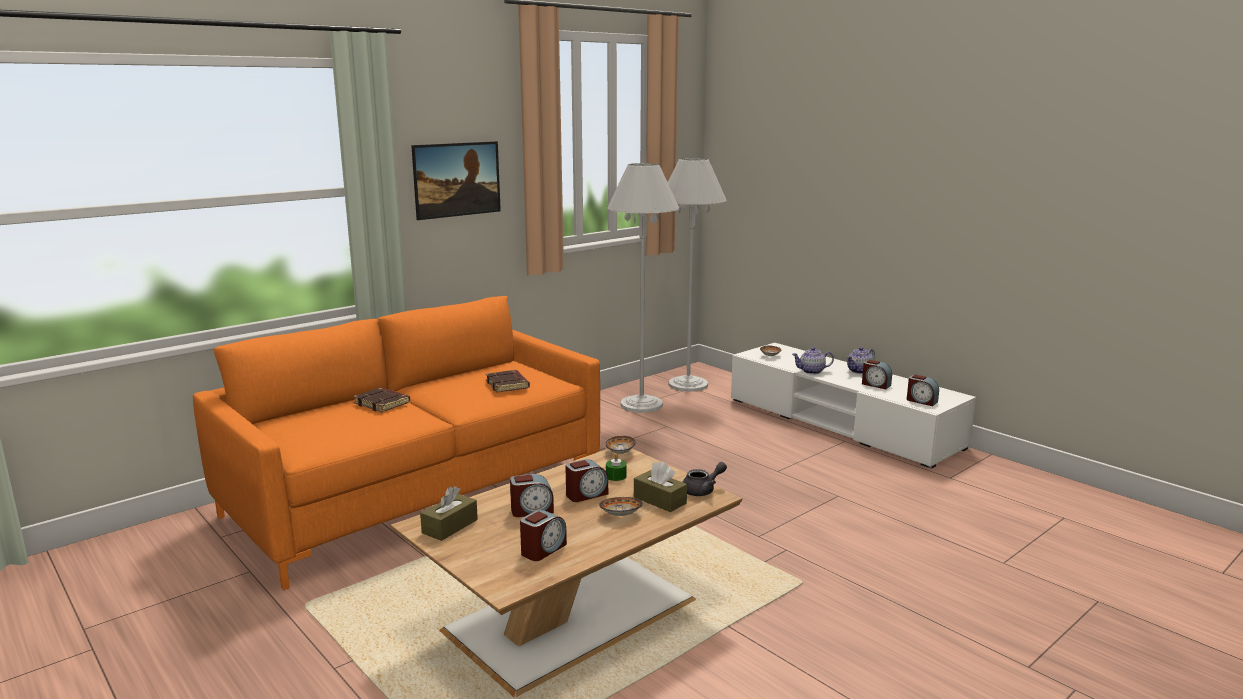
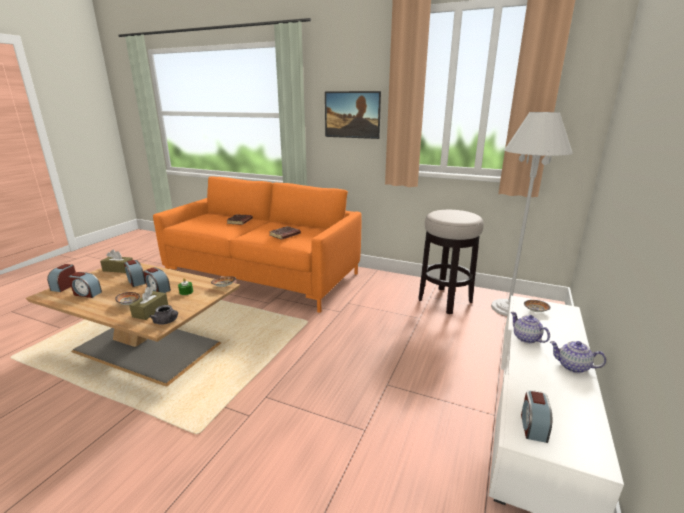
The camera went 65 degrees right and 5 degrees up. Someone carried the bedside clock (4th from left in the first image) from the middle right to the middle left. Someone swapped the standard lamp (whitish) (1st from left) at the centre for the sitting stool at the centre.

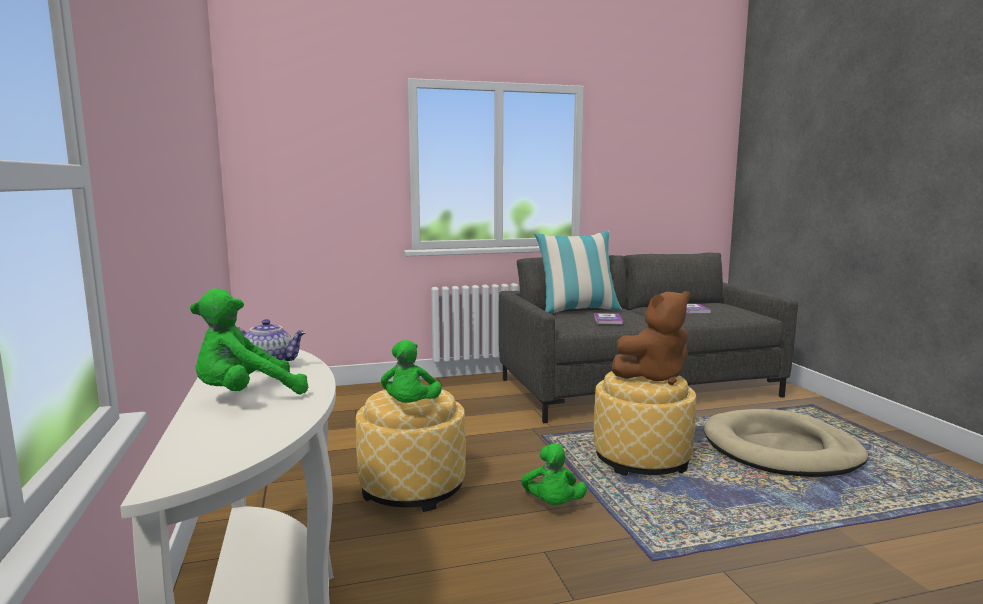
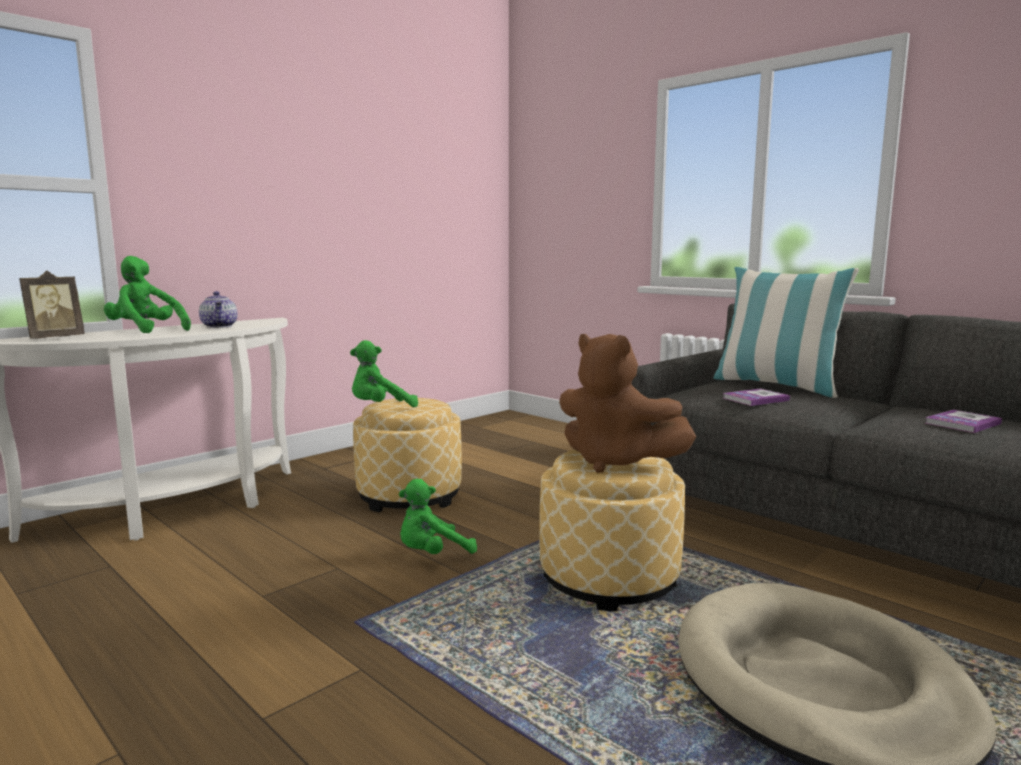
The camera went 60 degrees right and 0 degrees up. Someone put down the standing frame at the middle left.

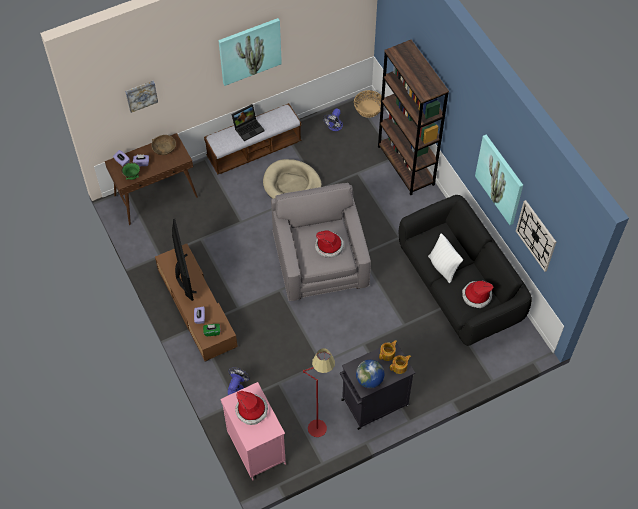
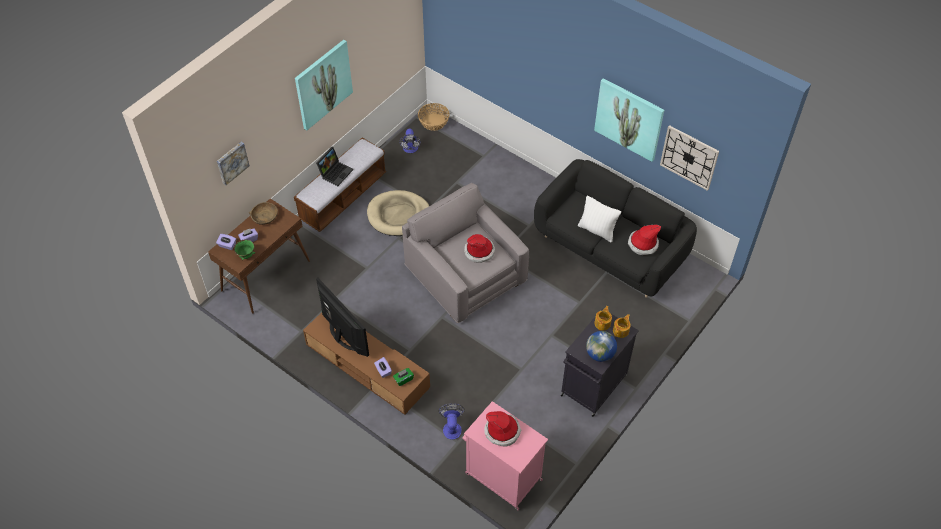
The camera went 25 degrees left and 5 degrees down. Someone took away the standard lamp (red) at the bottom centre. Someone took away the bookcase (brown-coloured) at the top centre.

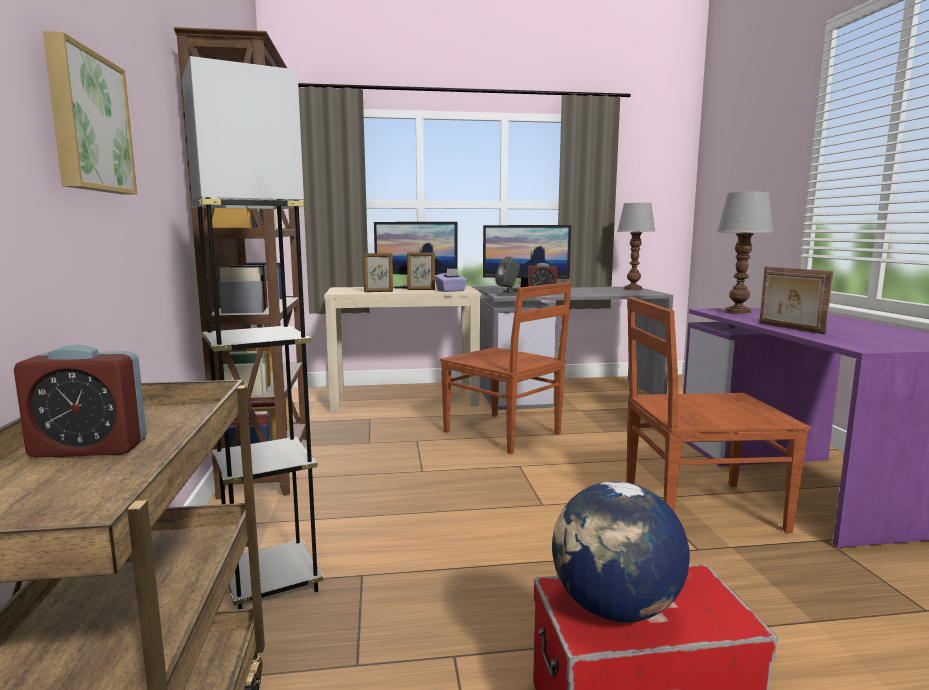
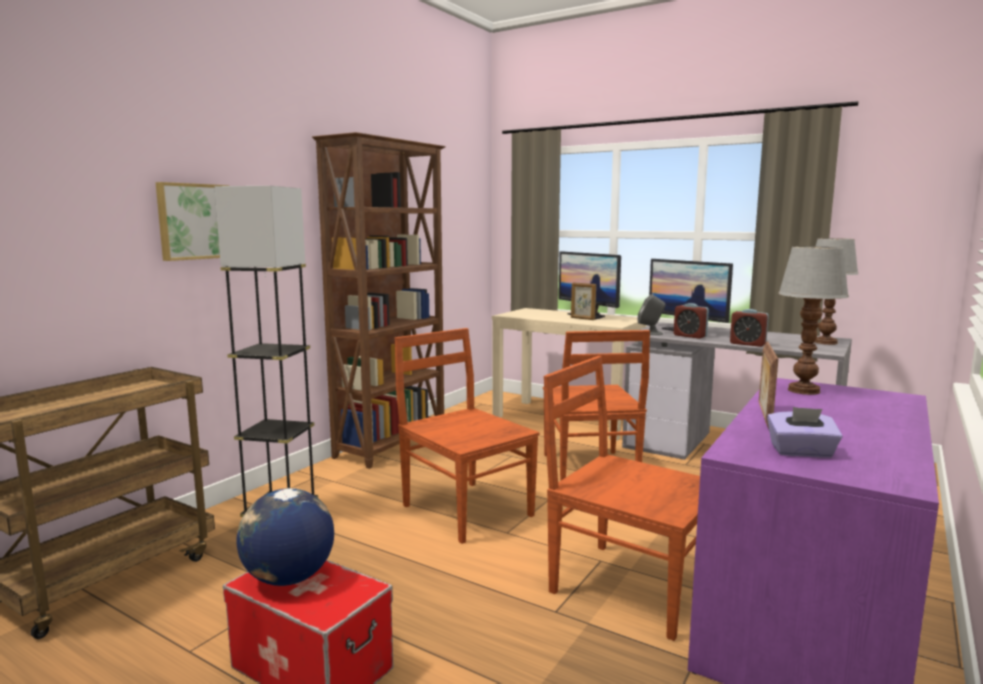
The camera went 40 degrees right and 0 degrees up. Someone took away the standing frame (1st from left) at the centre. Someone put down the upright chair (brown-coloured) (1st from left) at the centre. Someone carried the bedside clock (1st from left in the first image) from the middle left to the middle right. Someone carried the tissue box (purplish) from the centre to the middle right.

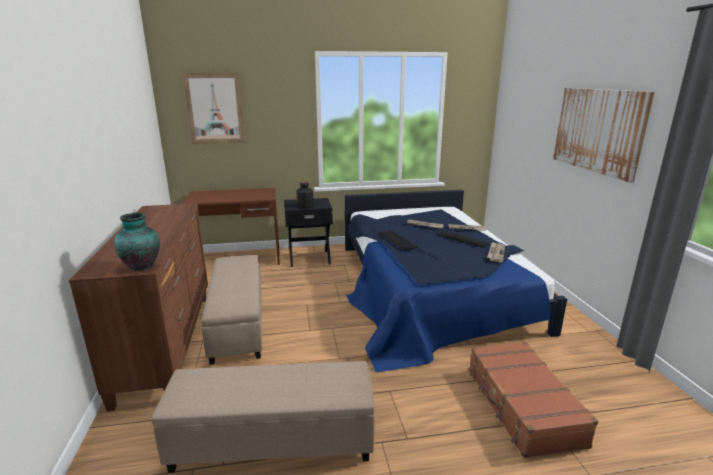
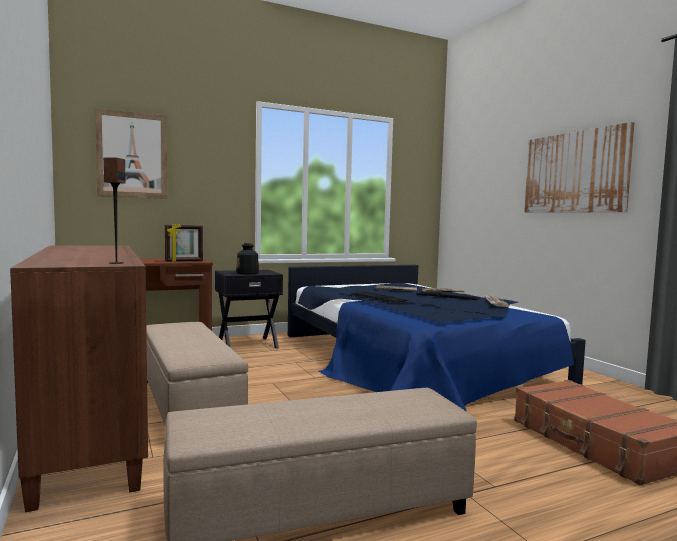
The camera went 15 degrees left and 15 degrees down. Someone put down the standing frame at the middle left. Someone swapped the decorative vase at the middle left for the speaker at the middle left.

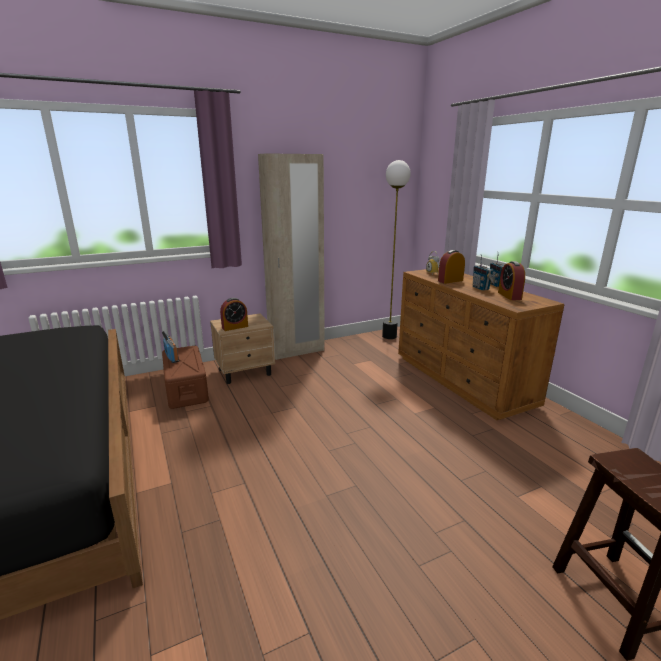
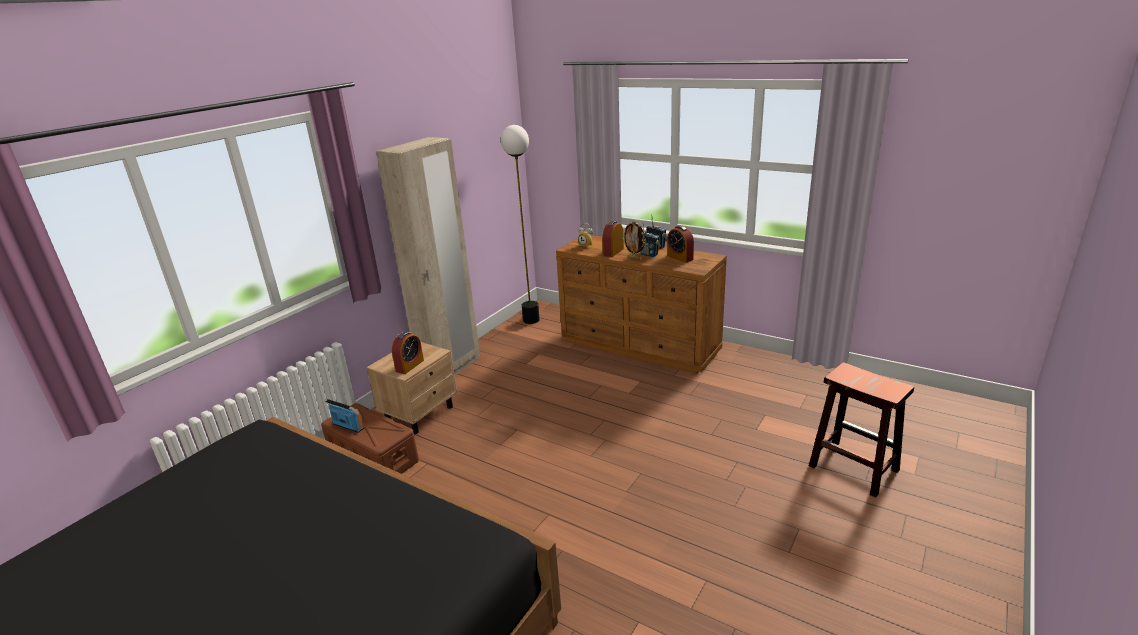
The camera went 30 degrees left and 5 degrees up. Someone put down the standing frame at the centre.

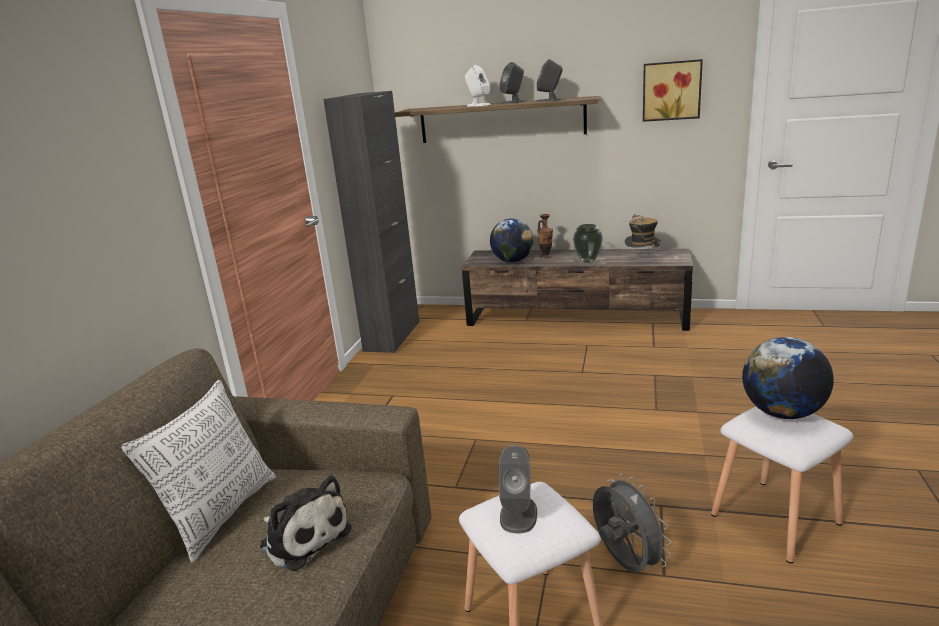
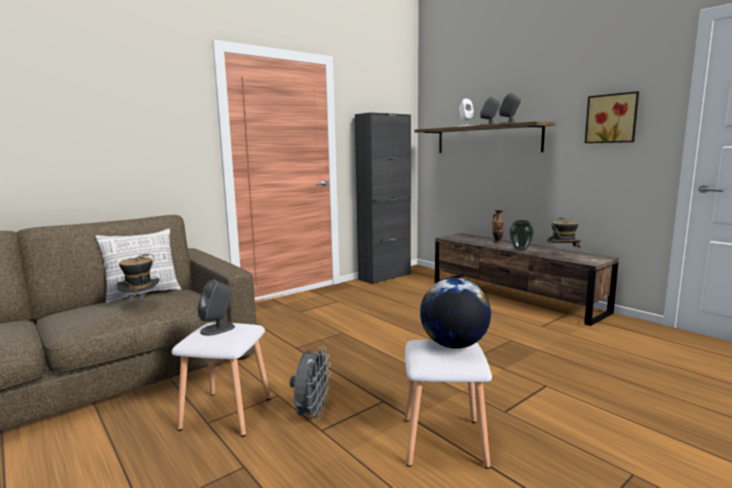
The camera went 35 degrees right and 10 degrees down. Someone took away the globe (1st from left) at the centre. Someone swapped the soft toy at the bottom left for the clothing hat (1st from left) at the middle left.

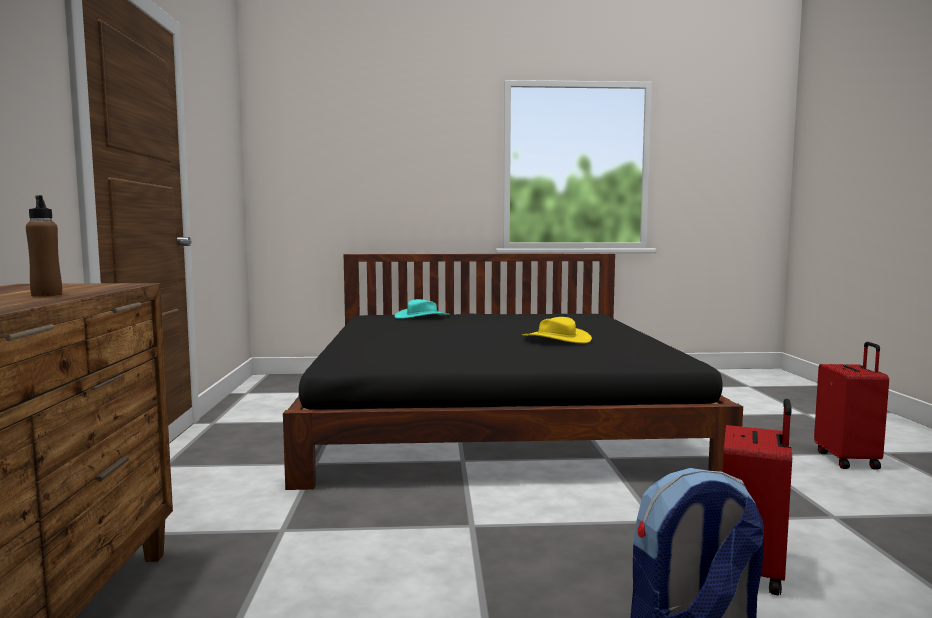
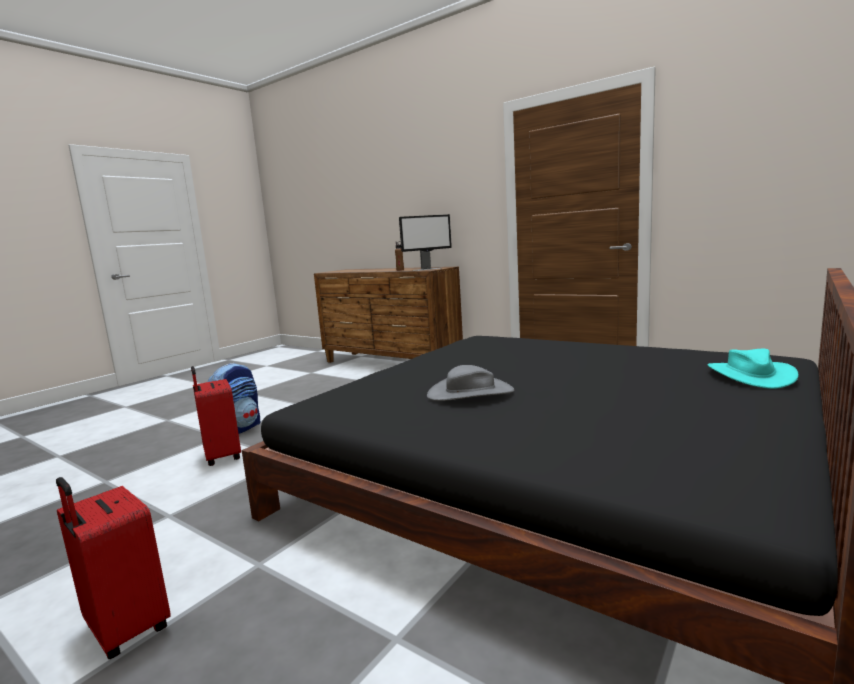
The camera went 130 degrees right and 5 degrees up. Someone put down the monitor at the centre. Someone repainted the clothing hat (yellow-coloured) at the centre, which became the clothing hat (greyish) at the centre.

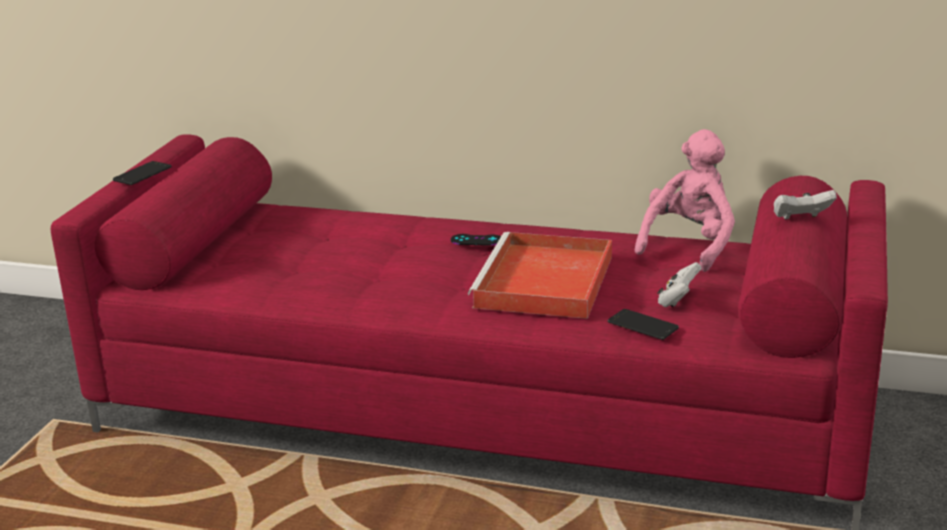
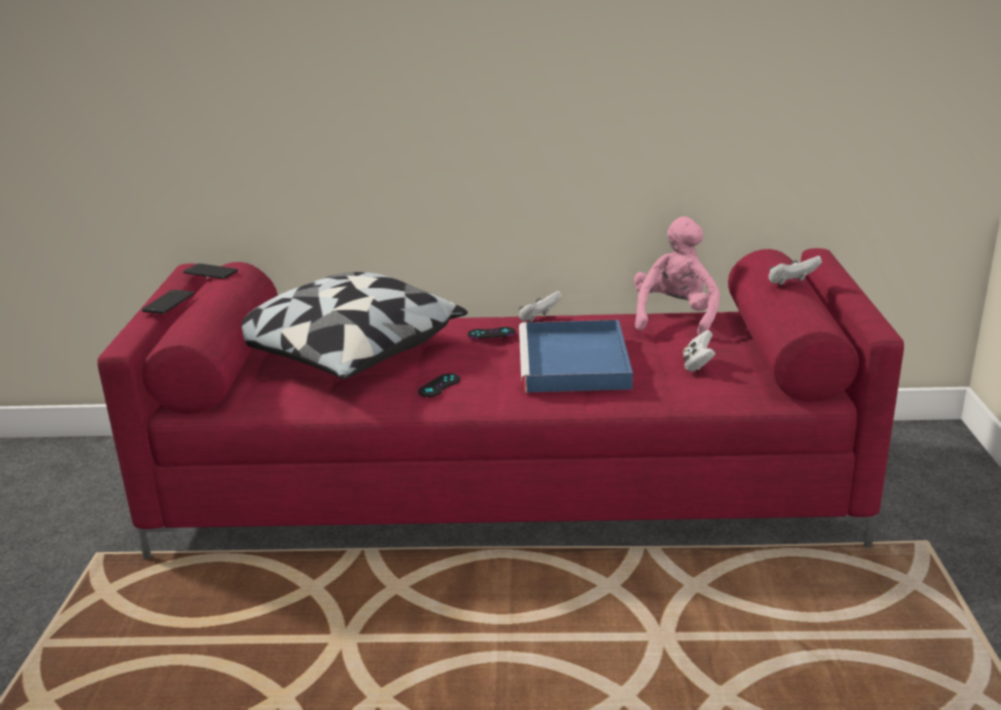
The camera went 15 degrees left and 0 degrees up. Someone put down the cushion at the centre. Someone put down the game controller (blackish) (1st from left) at the centre. Someone put down the game controller (whitish) (1st from left) at the centre. Someone carried the phone (2nd from left) from the middle right to the middle left. Someone repainted the serving tray (red) at the centre, which became the serving tray (blue) at the centre.

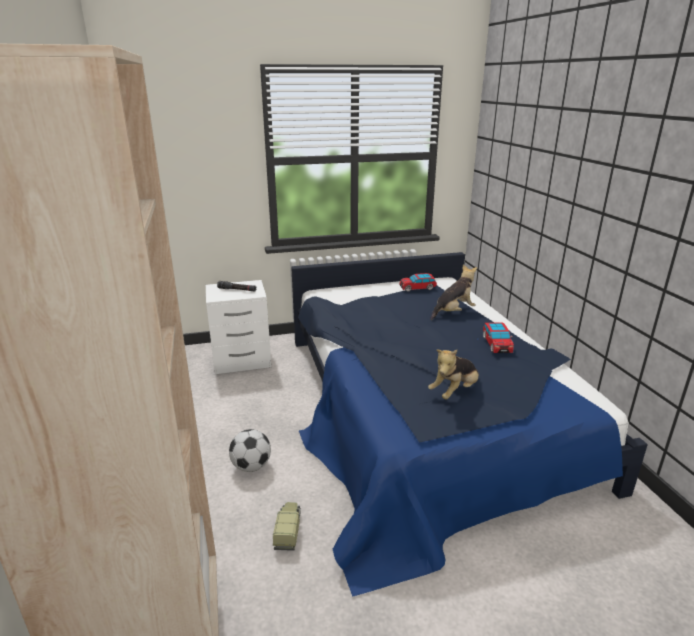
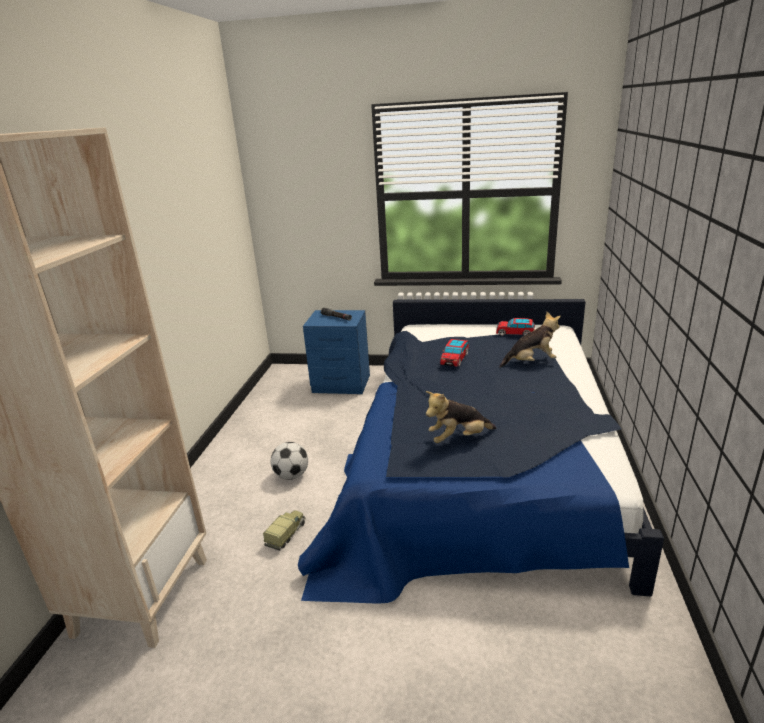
The camera went 25 degrees right and 0 degrees up. Someone carried the model car (2nd from left in the first image) from the middle right to the centre. Someone repainted the night table (whitish) at the centre, which became the night table (blue) at the centre.

